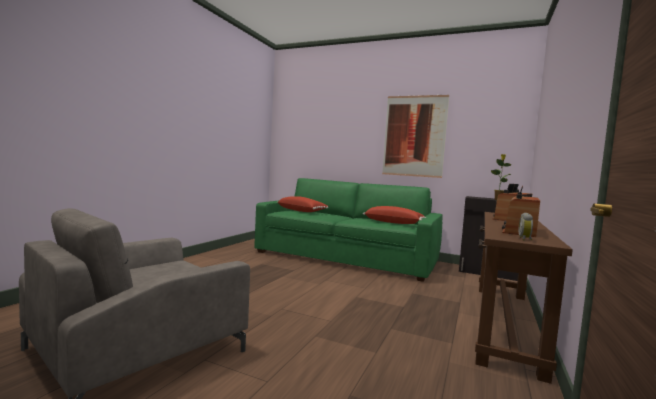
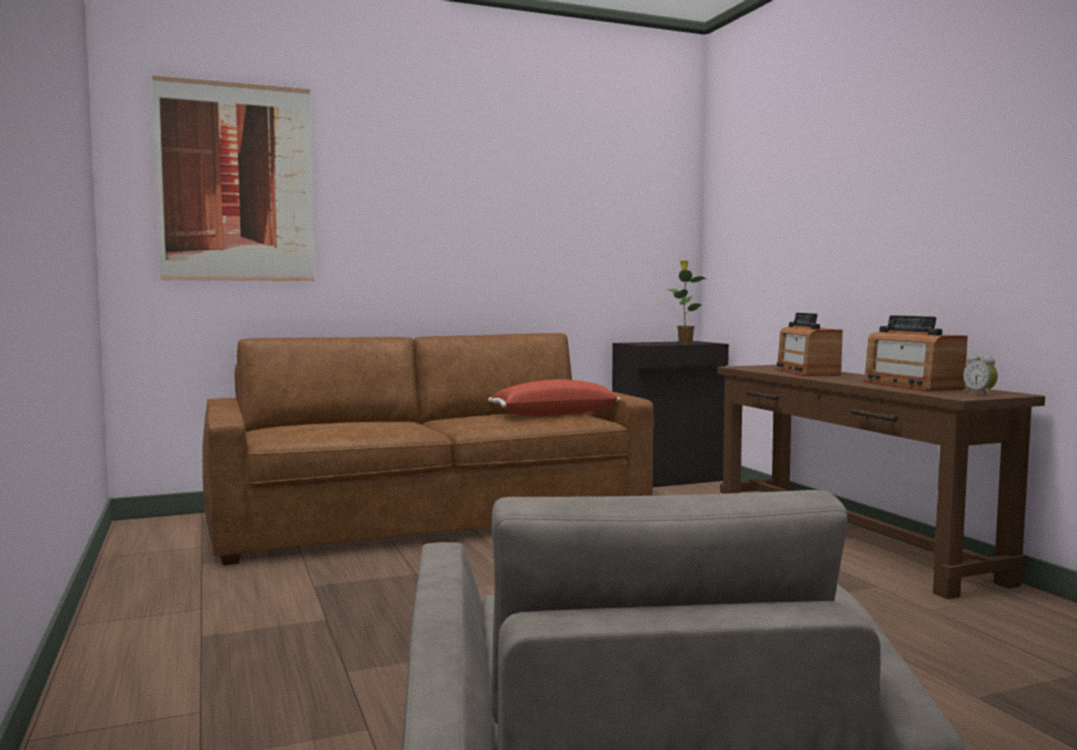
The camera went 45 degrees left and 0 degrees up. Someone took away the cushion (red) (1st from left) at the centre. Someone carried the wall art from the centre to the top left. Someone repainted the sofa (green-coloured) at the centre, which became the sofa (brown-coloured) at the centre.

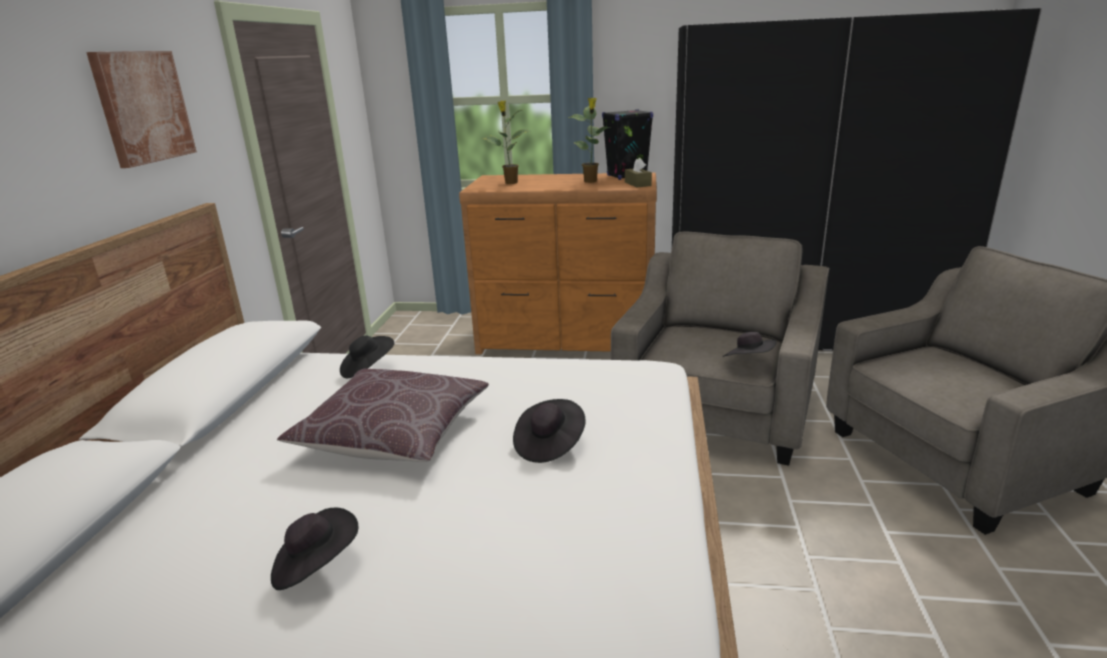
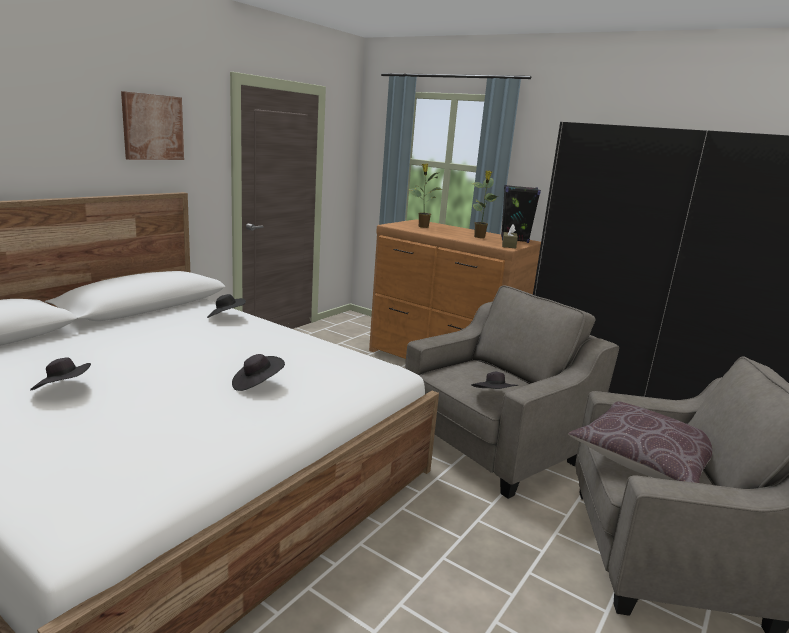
The camera went 25 degrees right and 5 degrees down. Someone carried the cushion (brown-coloured) from the centre to the bottom right.

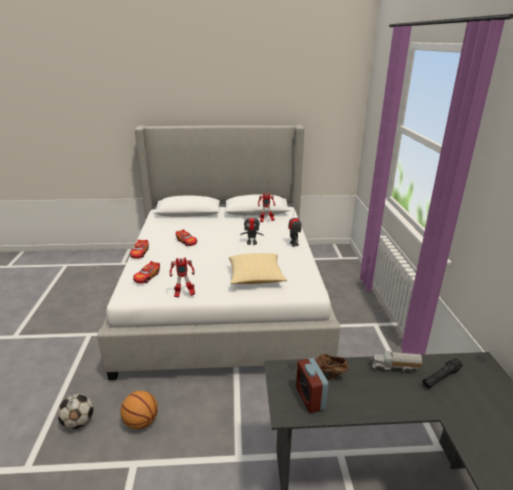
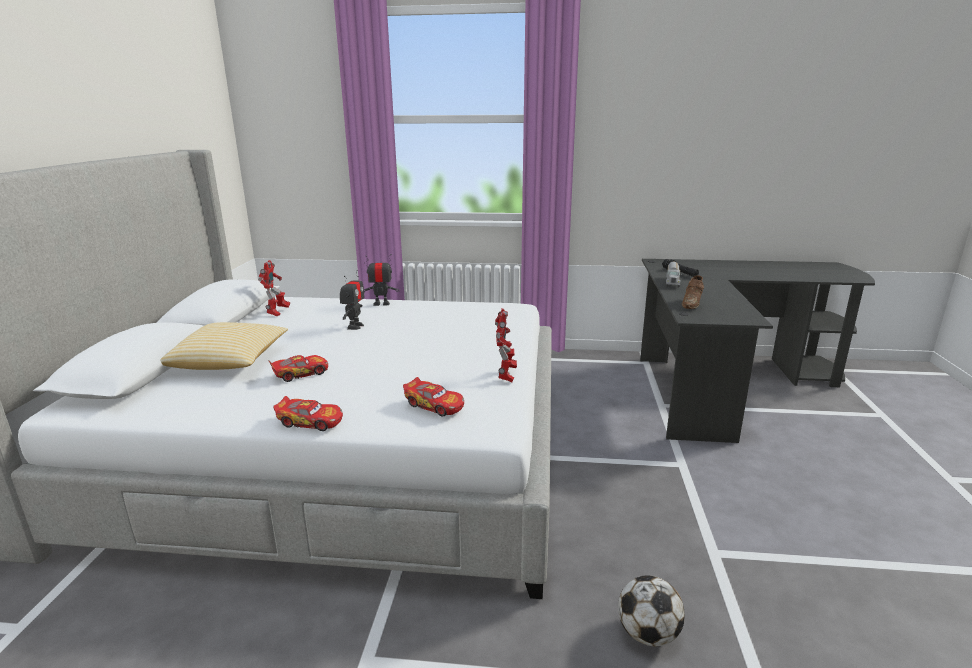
The camera went 80 degrees left and 5 degrees down. Someone took away the basketball ball at the bottom left. Someone took away the bedside clock at the bottom centre. Someone carried the cushion from the centre to the middle left.

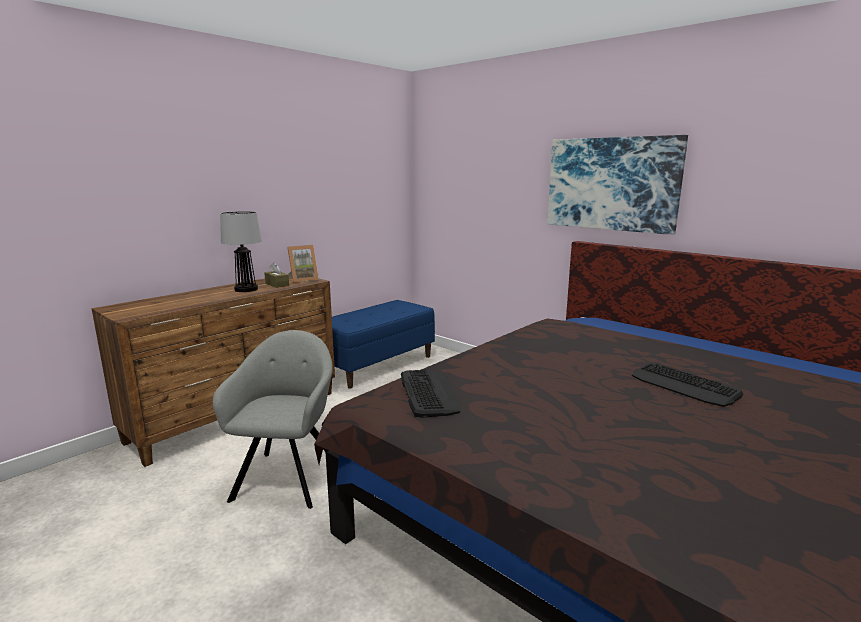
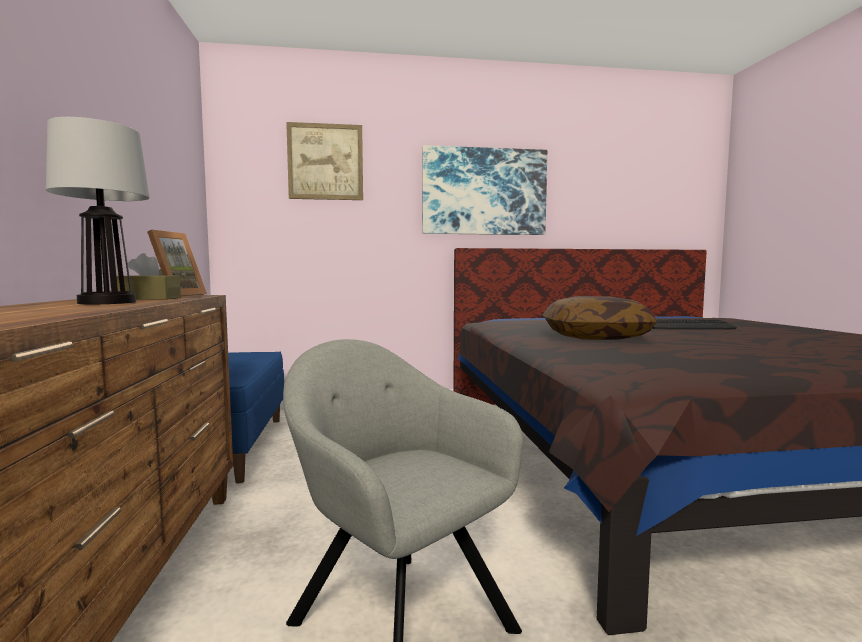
The camera went 50 degrees left and 10 degrees down. Someone took away the keyboard (1st from left) at the centre. Someone put up the wall art (1st from left) at the top centre. Someone put down the cushion at the middle right.

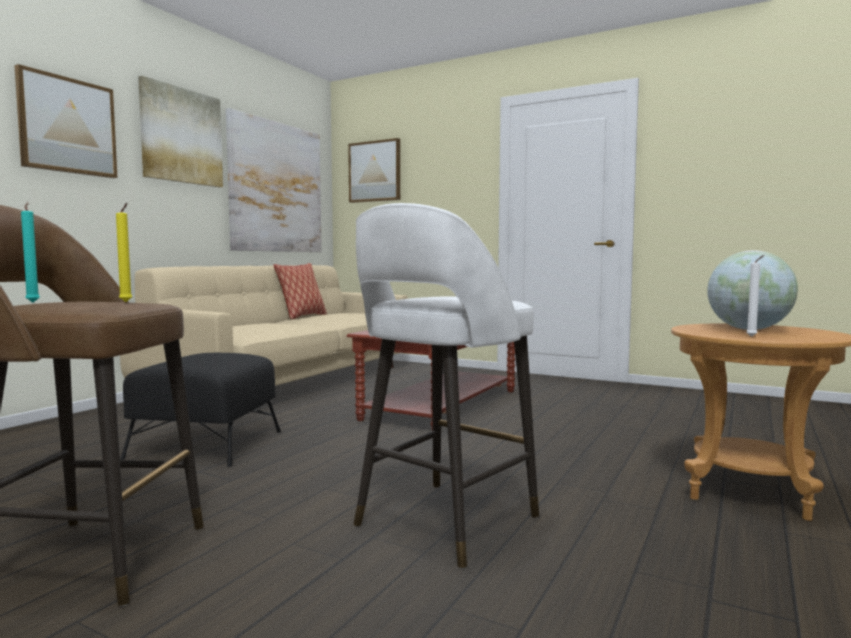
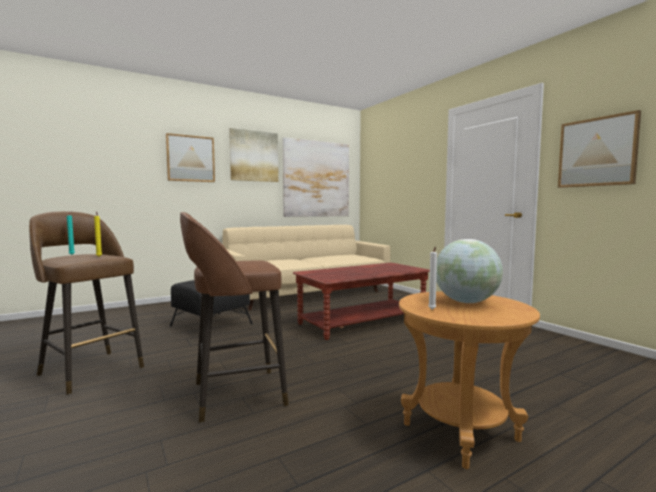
The camera went 30 degrees right and 0 degrees up. Someone took away the cushion at the centre. Someone carried the wall art (4th from left) from the top centre to the top right. Someone repainted the sitting stool (whitish) at the centre, which became the sitting stool (brown-coloured) (2nd from left) at the centre.

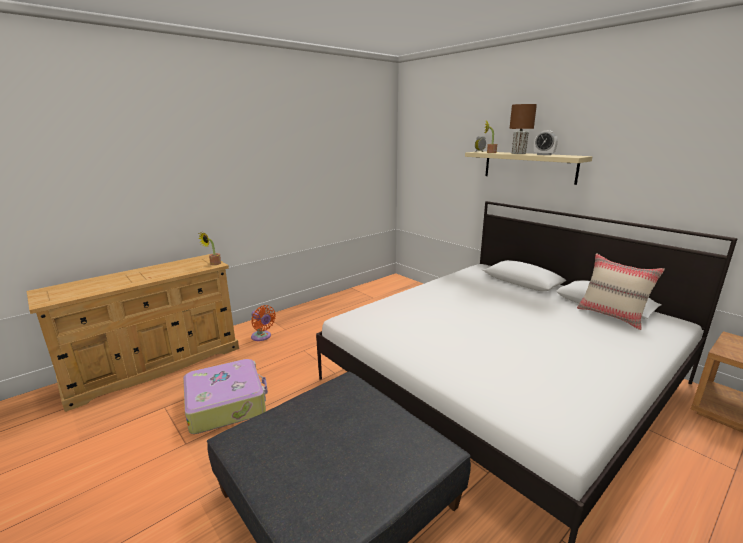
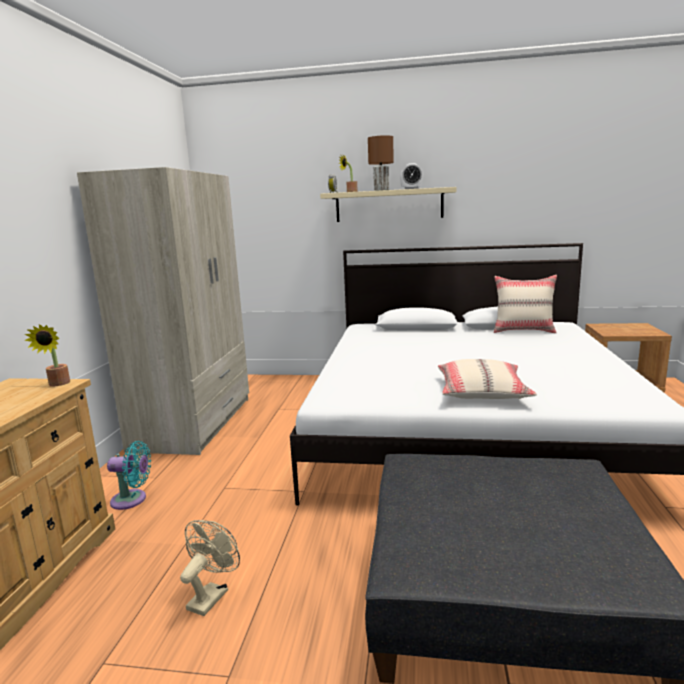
The camera went 40 degrees left and 5 degrees down. Someone put down the wardrobe (sand-coloured) at the middle left. Someone put down the cushion (sand-coloured) (1st from left) at the middle right. Someone swapped the travel case at the bottom left for the cooling fan (sand-coloured) at the bottom left. Someone repainted the cooling fan (orangey) at the centre, which became the cooling fan (turquoise-coloured) at the bottom left.

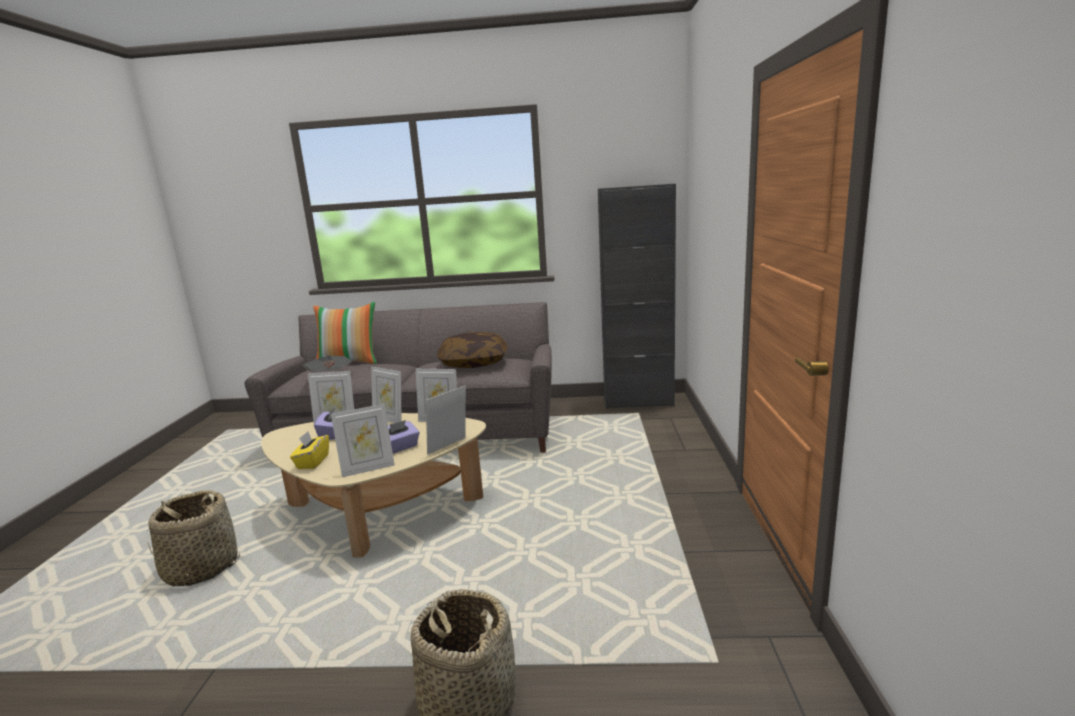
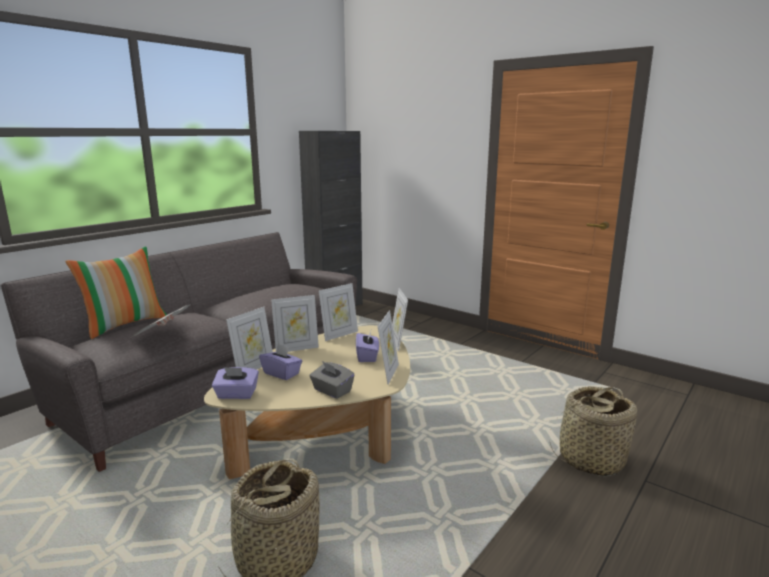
The camera went 55 degrees left and 0 degrees up. Someone took away the cushion (2nd from left) at the centre. Someone put down the tissue box (purplish) (1st from left) at the middle left. Someone repainted the tissue box (yellow-coloured) at the middle left, which became the tissue box (greyish) at the centre.

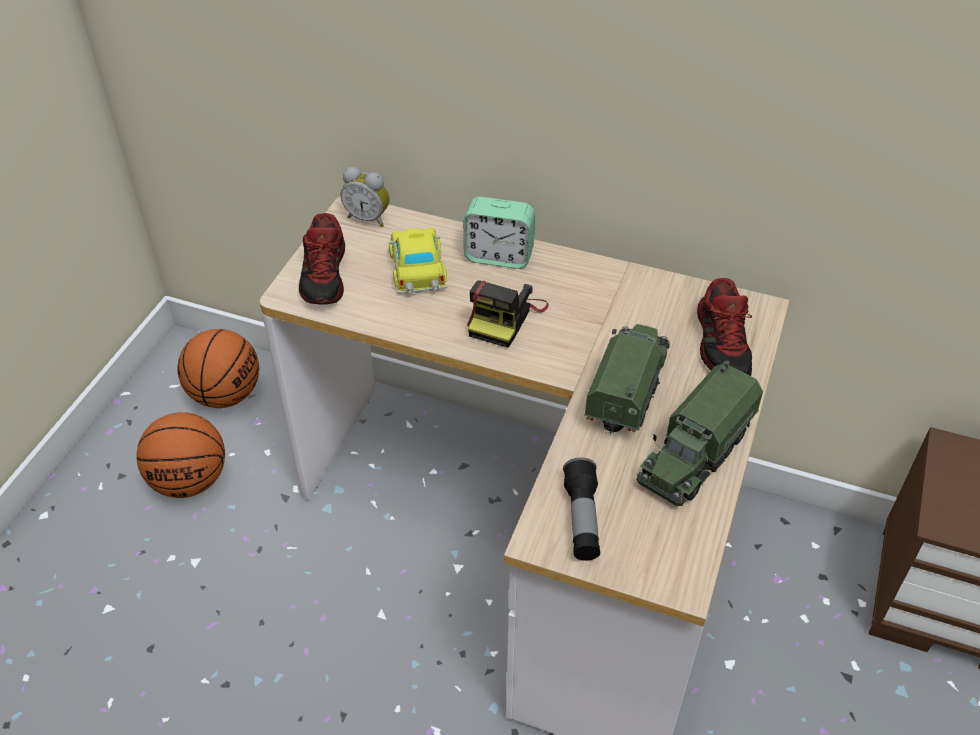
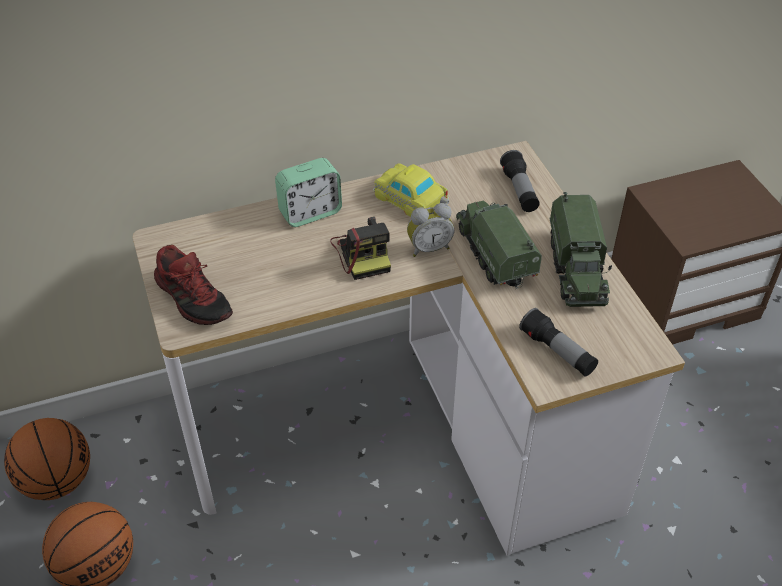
The camera went 40 degrees left and 0 degrees up. Someone carried the bedside clock (1st from left in the first image) from the top centre to the centre. Someone carried the model car from the centre to the top centre. Someone swapped the shoe (2nd from left) at the middle right for the torch (1st from left) at the top centre.

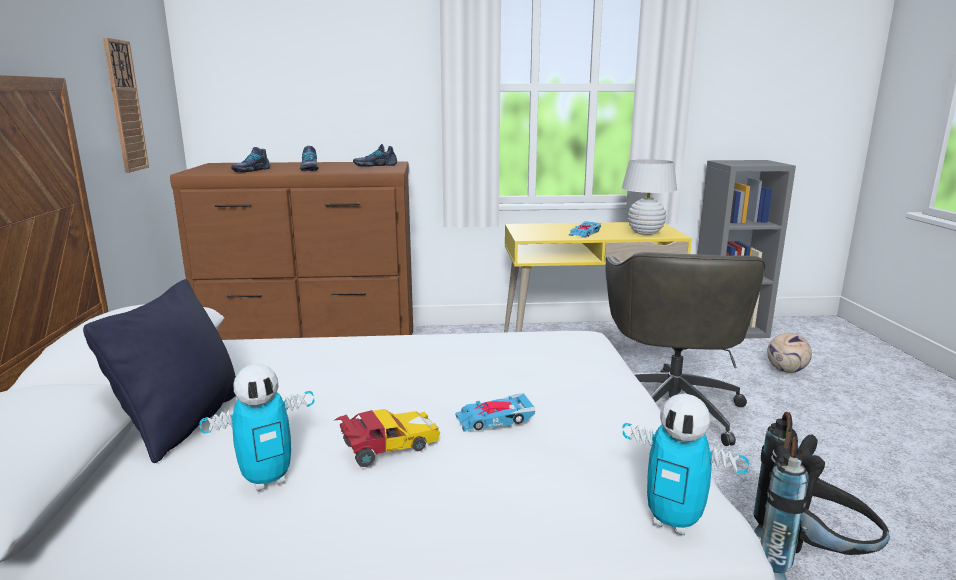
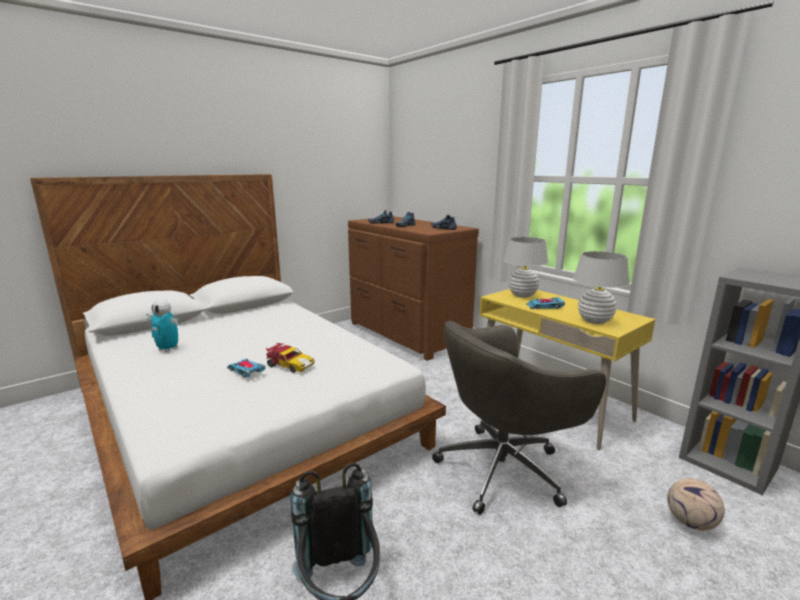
The camera went 55 degrees right and 0 degrees up. Someone took away the cushion (blackish) at the middle left. Someone took away the hanging clock at the top left. Someone took away the toy robot (2nd from left) at the bottom right. Someone put down the tabletop lamp (whitish) (1st from left) at the centre. Someone carried the model car (1st from left in the first image) from the bottom centre to the centre.

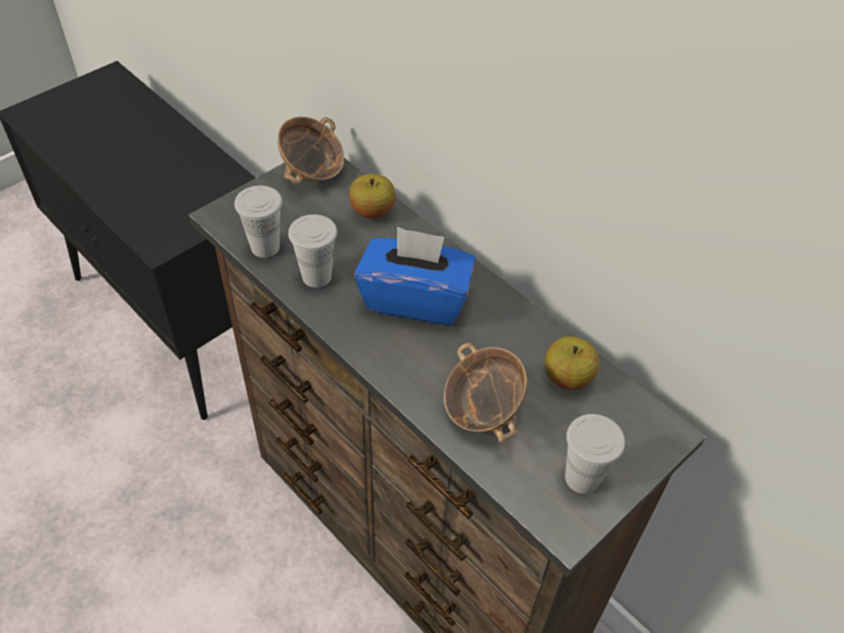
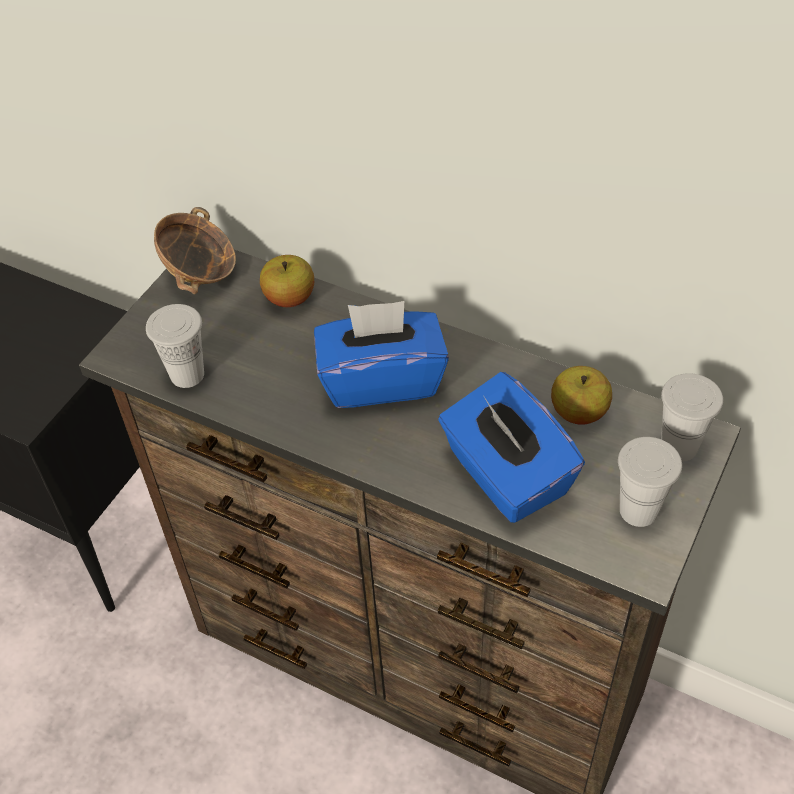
The camera went 15 degrees left and 0 degrees up. Someone carried the drinking cup (whitish) (2nd from left in the first image) from the centre to the middle right. Someone swapped the bowl (2nd from left) at the centre for the tissue box (blue) (2nd from left) at the centre.

